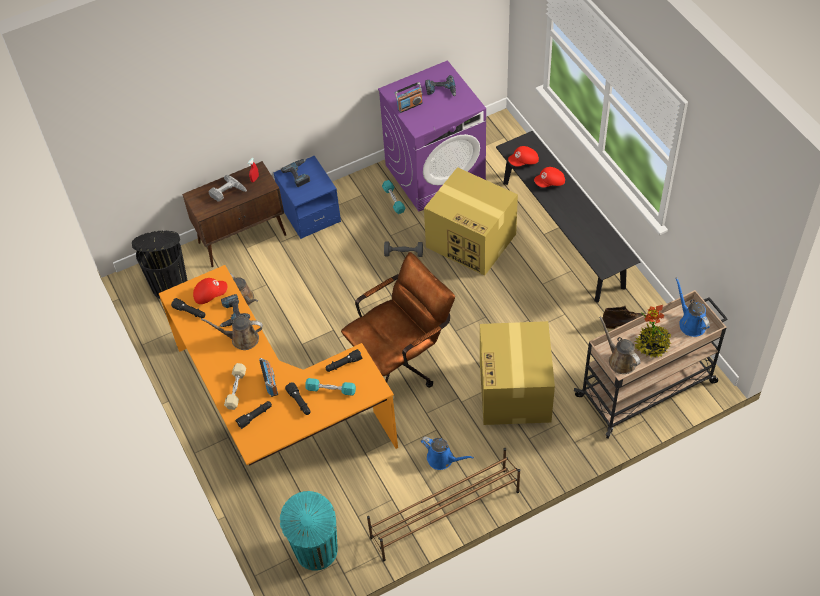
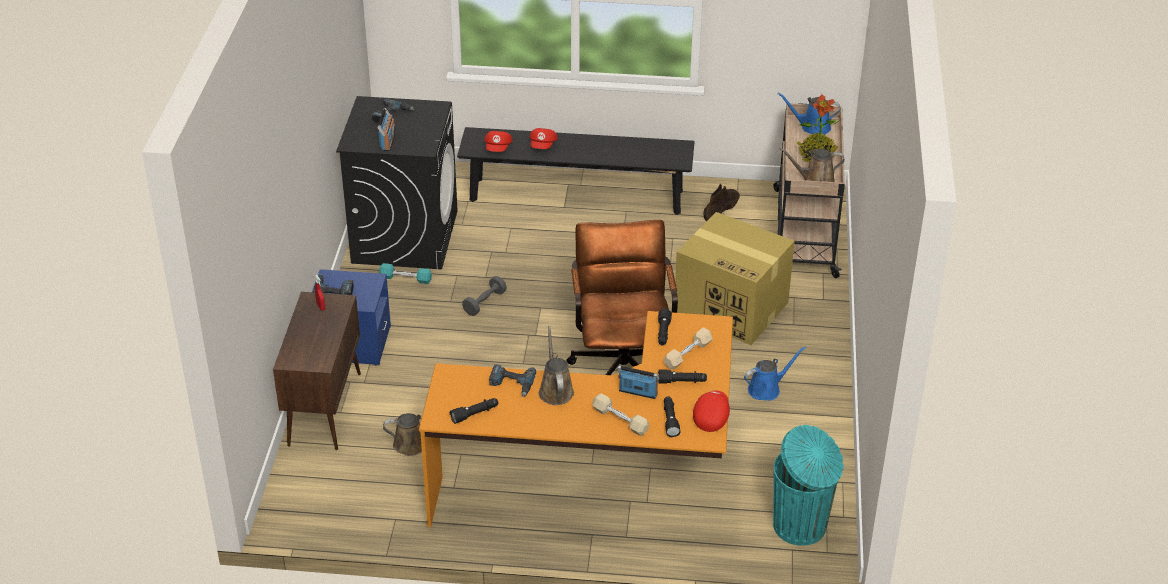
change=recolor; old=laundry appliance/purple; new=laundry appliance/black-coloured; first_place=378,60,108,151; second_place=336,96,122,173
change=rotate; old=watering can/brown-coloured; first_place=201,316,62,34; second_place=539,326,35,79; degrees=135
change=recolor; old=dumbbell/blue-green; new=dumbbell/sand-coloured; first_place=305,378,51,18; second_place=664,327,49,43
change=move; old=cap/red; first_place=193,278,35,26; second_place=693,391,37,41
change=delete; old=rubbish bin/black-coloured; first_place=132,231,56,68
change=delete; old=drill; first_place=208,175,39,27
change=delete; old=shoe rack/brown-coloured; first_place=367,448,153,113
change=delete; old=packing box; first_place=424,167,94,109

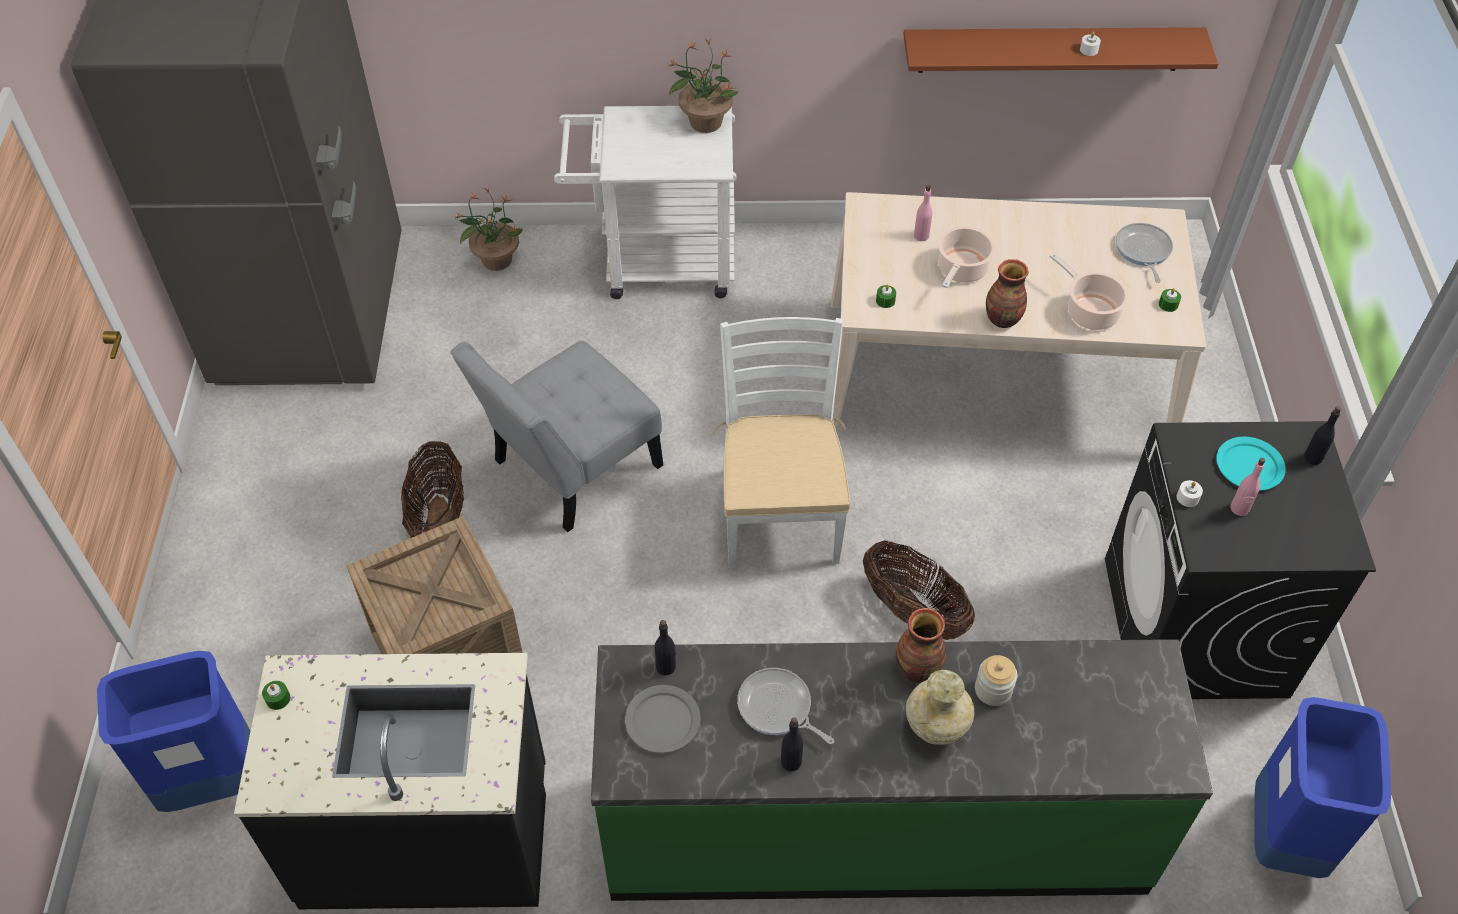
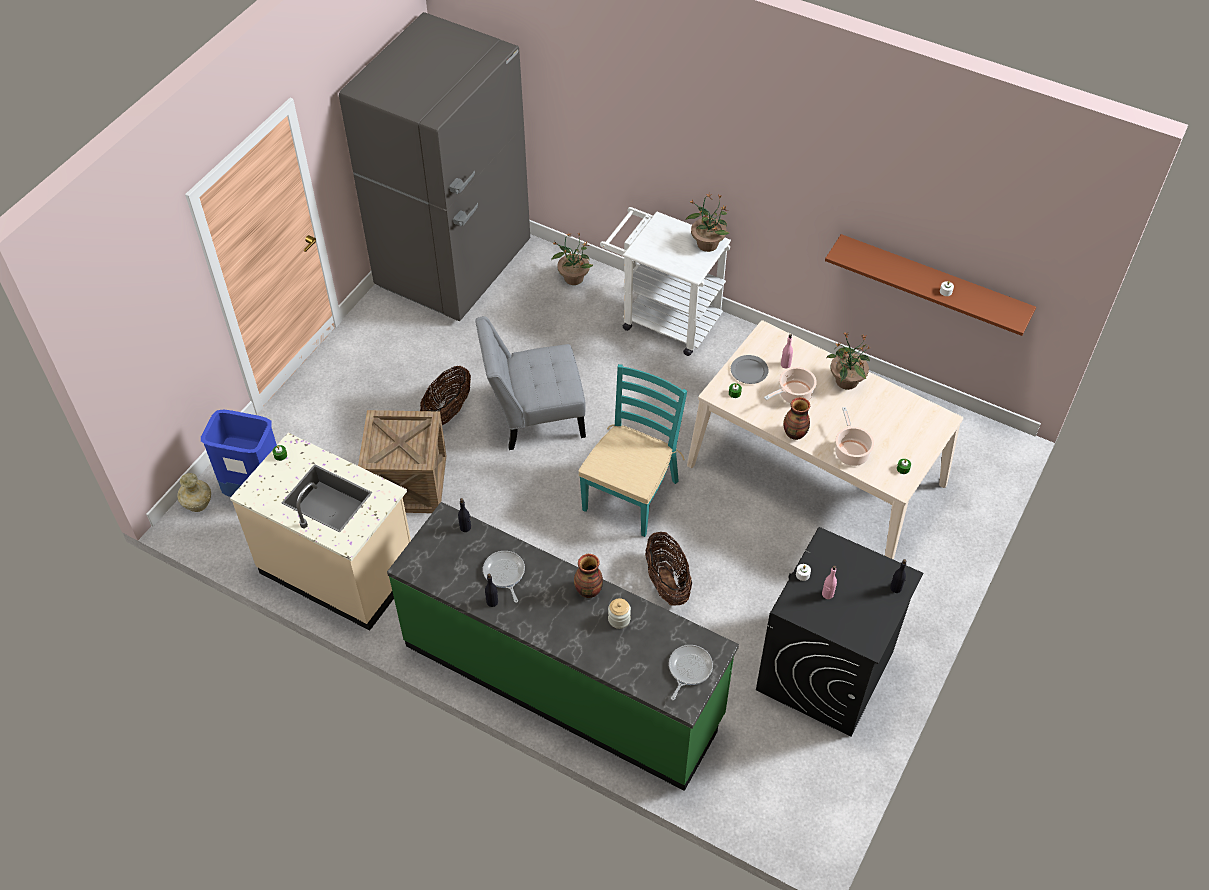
change=move; old=decorative vase/sand-coloured; first_place=906,670,68,75; second_place=177,473,34,39
change=recolor; old=kitchen base unit/black-coloured; new=kitchen base unit/sand-coloured; first_place=234,653,312,256; second_place=230,433,181,198
change=recolor; old=plain chair/whitish; new=plain chair/blue-green; first_place=711,317,140,251; second_place=578,364,109,173
change=move; old=skillet; first_place=1116,223,57,60; second_place=669,645,44,55
change=move; old=dinner plate/greyish; first_place=625,685,76,68; second_place=731,355,38,29
change=insert; new=potted plant; second_place=826,332,45,58
change=delete; old=dinner plate/blue-green; first_place=1216,437,70,54
change=delete; old=rubbish bin/blue; first_place=1254,697,137,181

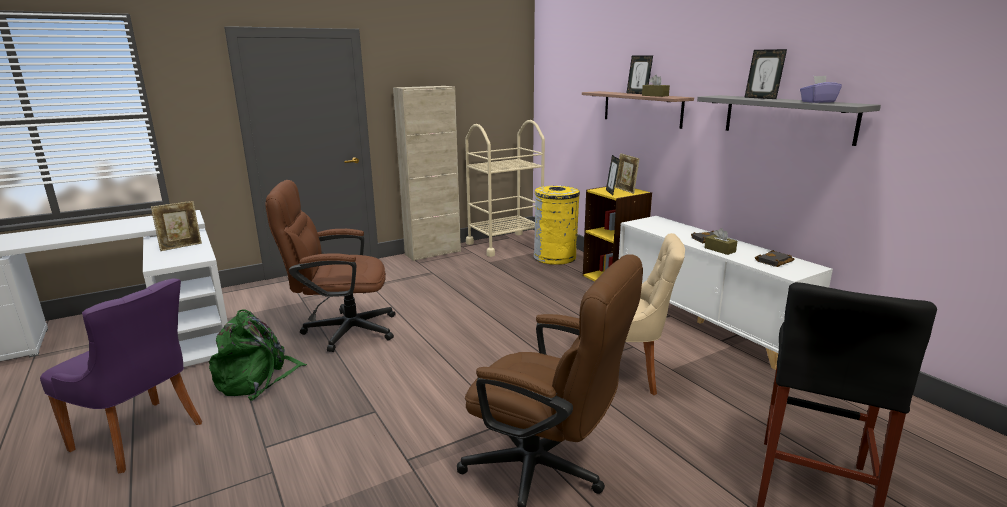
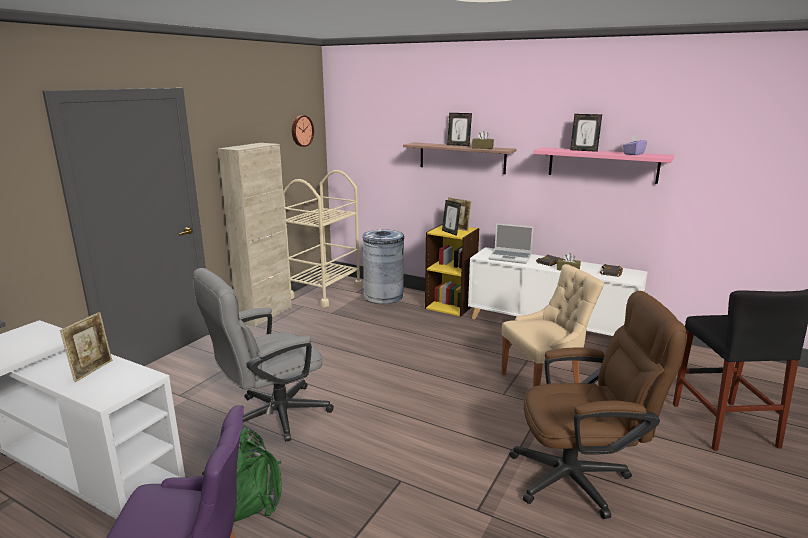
change=recolor; old=desk chair/brown-coloured; new=desk chair/greyish; first_place=265,180,131,172; second_place=192,268,142,174
change=insert; new=clock on the wall; second_place=292,115,22,32
change=recolor; old=rubbish bin/yellowish; new=rubbish bin/greyish; first_place=534,185,46,80; second_place=362,230,42,74
change=insert; new=portable computer; second_place=489,223,45,41
change=recolor; old=bracket shelf/greyish; new=bracket shelf/pink-coloured; first_place=697,95,184,51; second_place=533,147,141,37

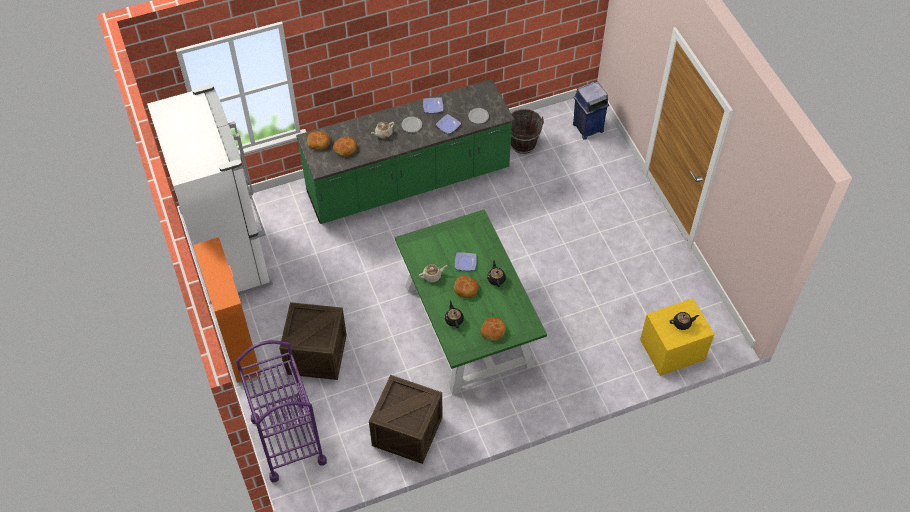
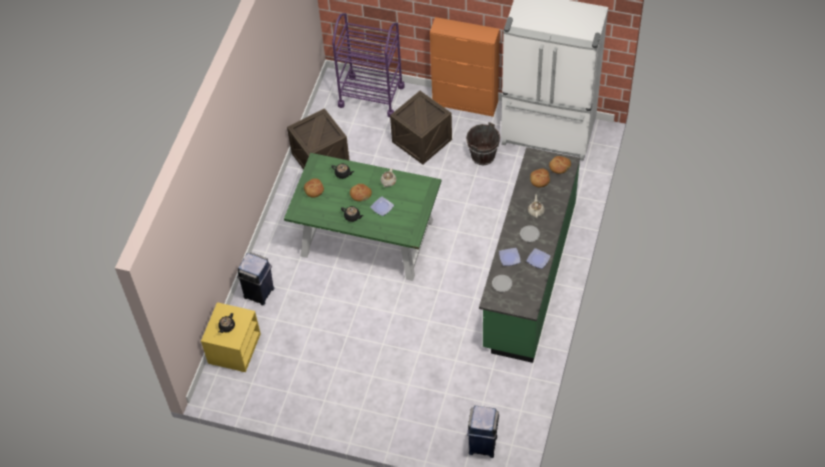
change=insert; new=rubbish bin/blue; second_place=237,252,37,53
change=move; old=water bucket/brown-coloured; first_place=511,109,33,45; second_place=466,122,34,43

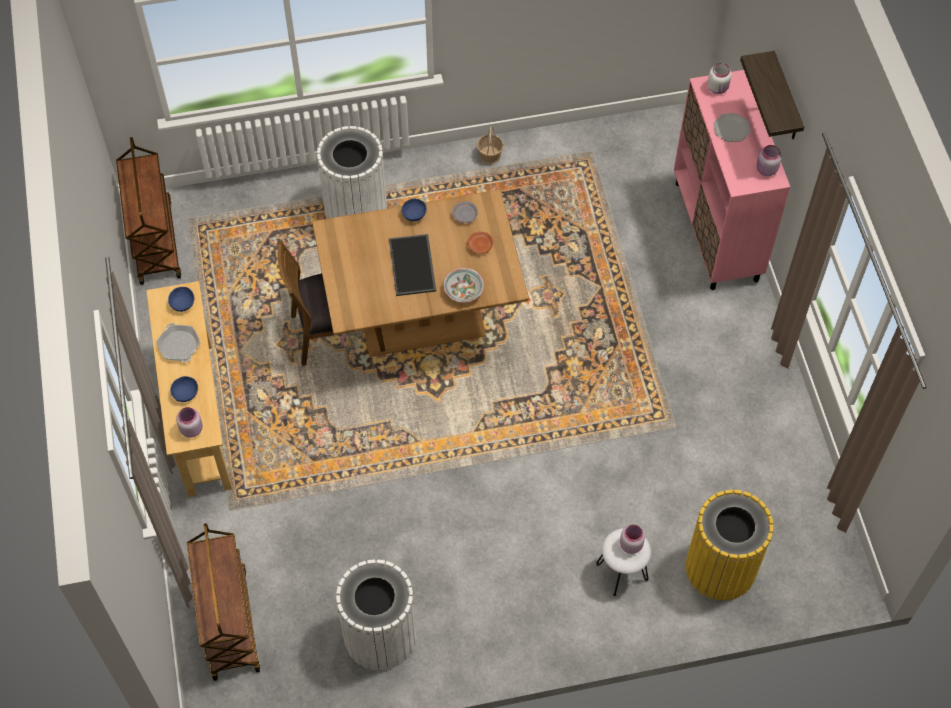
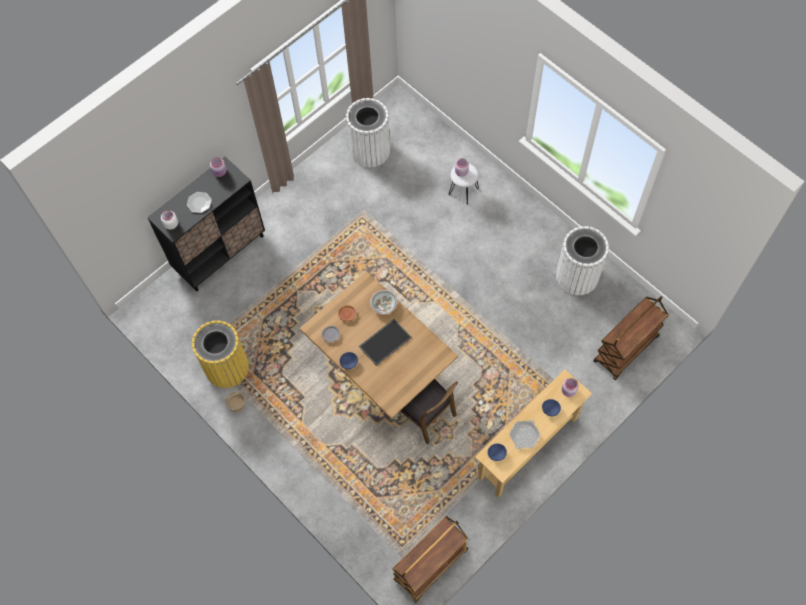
change=recolor; old=cabinet/pink-coloured; new=cabinet/black-coloured; first_place=674,70,116,220; second_place=147,157,118,134
change=move; old=rubbish bin/yellowish; first_place=686,489,88,112; second_place=192,320,57,68
change=move; old=rubbish bin/whitish; first_place=317,126,70,93; second_place=346,98,44,70
change=delete; old=bracket shelf; first_place=740,51,64,89

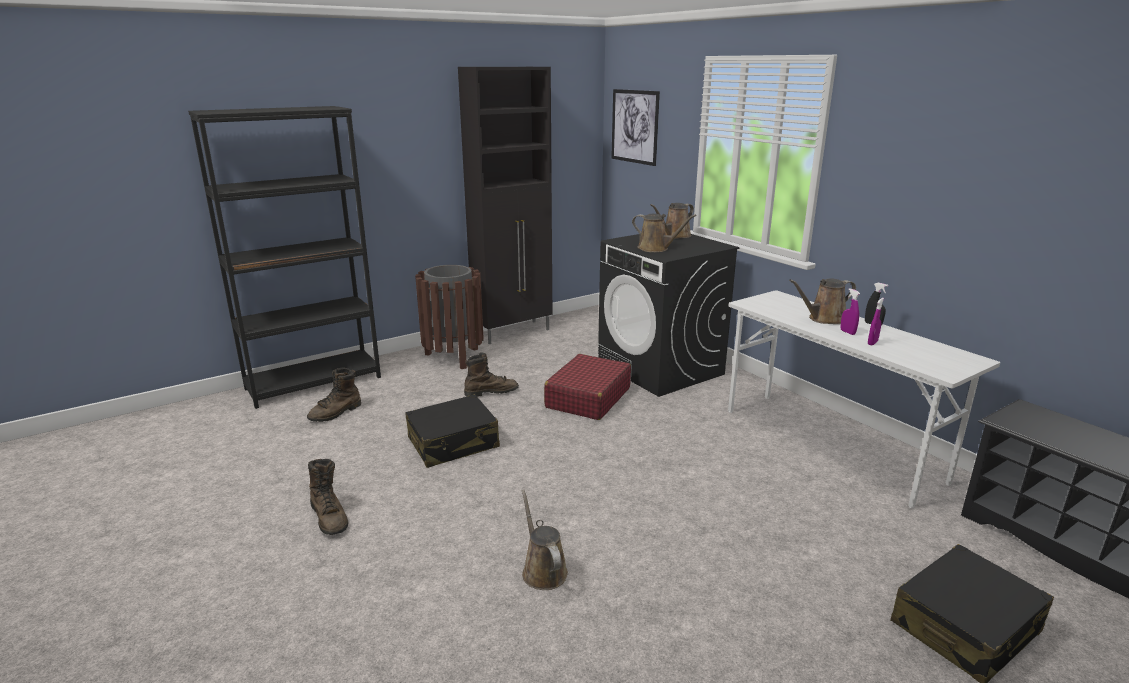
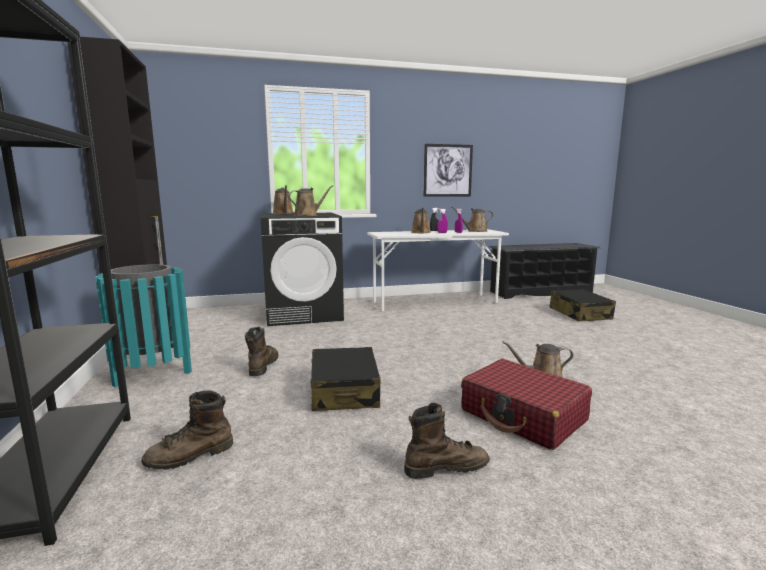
change=recolor; old=rubbish bin/brown-coloured; new=rubbish bin/blue-green; first_place=415,265,69,104; second_place=95,264,97,124
change=rotate; old=tall boot/brown-coloured; first_place=307,368,54,54; second_place=141,390,92,80; degrees=90
change=move; old=wall art; first_place=611,89,49,77; second_place=424,144,49,53
change=insert; new=watering can/brown-coloured; second_place=451,206,42,26
change=move; old=piece of luggage/red; first_place=544,354,87,66; second_place=461,359,131,91

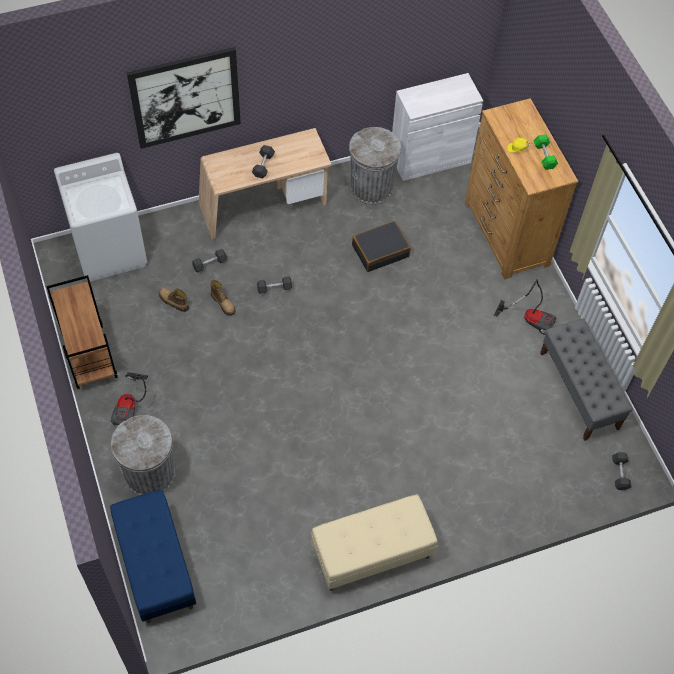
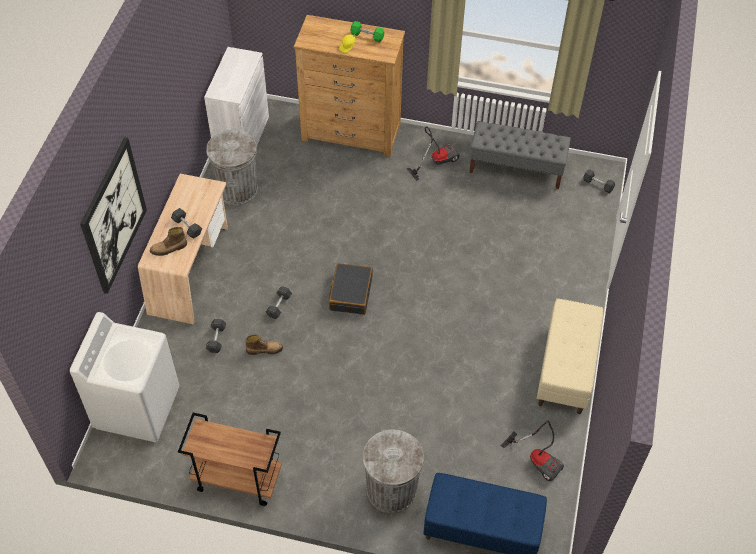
change=move; old=tall boot; first_place=158,288,31,24; second_place=150,227,37,29
change=move; old=piece of luggage/black-coloured; first_place=352,221,59,51; second_place=329,263,44,52
change=move; old=vacuum; first_place=111,372,37,53; second_place=501,420,63,61

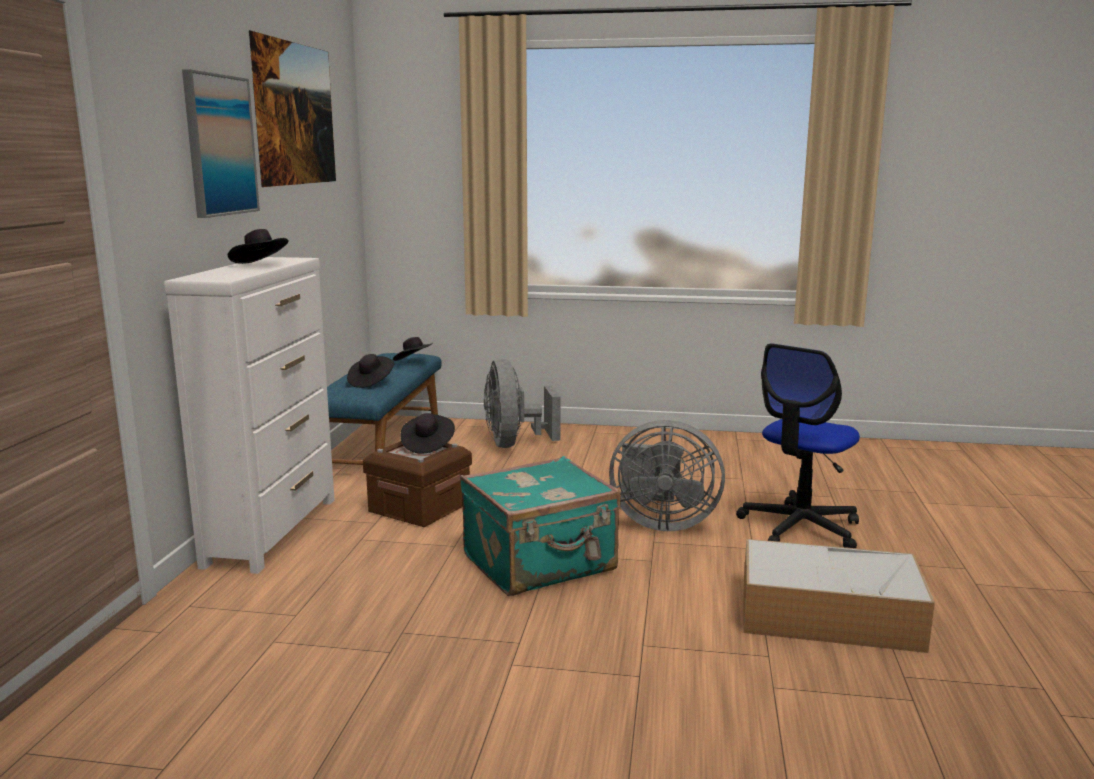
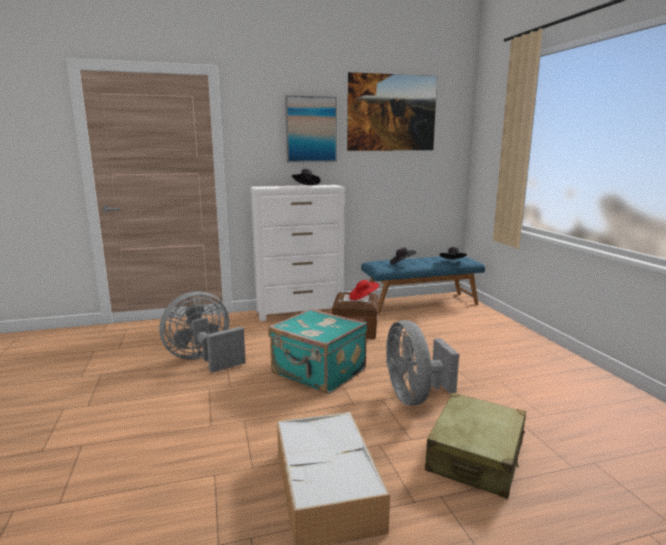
change=move; old=fan/greyish; first_place=484,359,77,89; second_place=159,291,87,82
change=recolor; old=hat/black-coloured; new=hat/red; first_place=401,413,54,41; second_place=349,280,31,20
change=replace; old=desk chair; new=piece of luggage/sand-coloured; first_place=736,343,124,205; second_place=425,393,101,106

